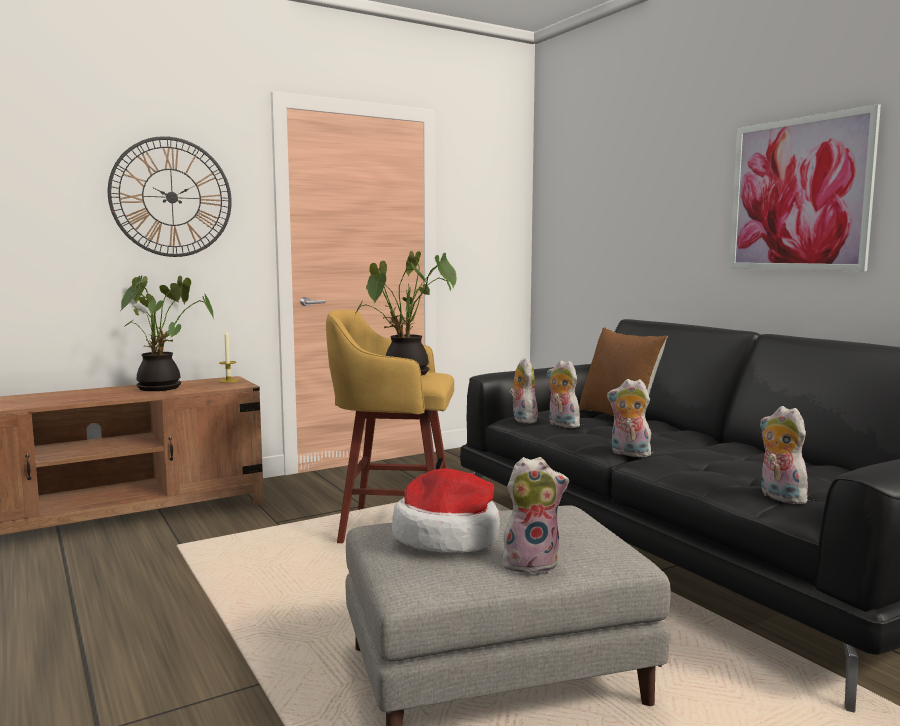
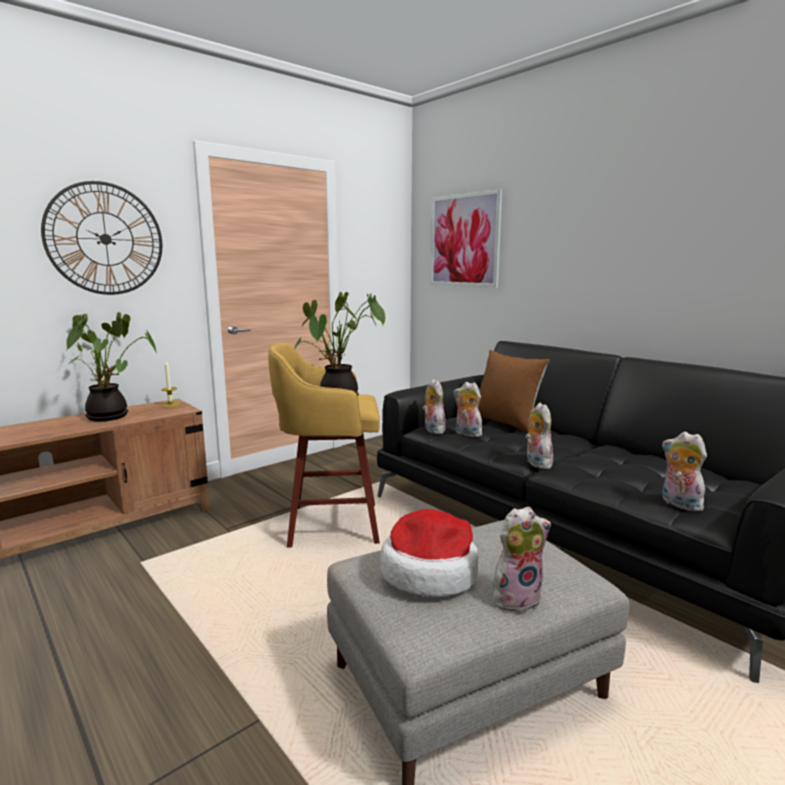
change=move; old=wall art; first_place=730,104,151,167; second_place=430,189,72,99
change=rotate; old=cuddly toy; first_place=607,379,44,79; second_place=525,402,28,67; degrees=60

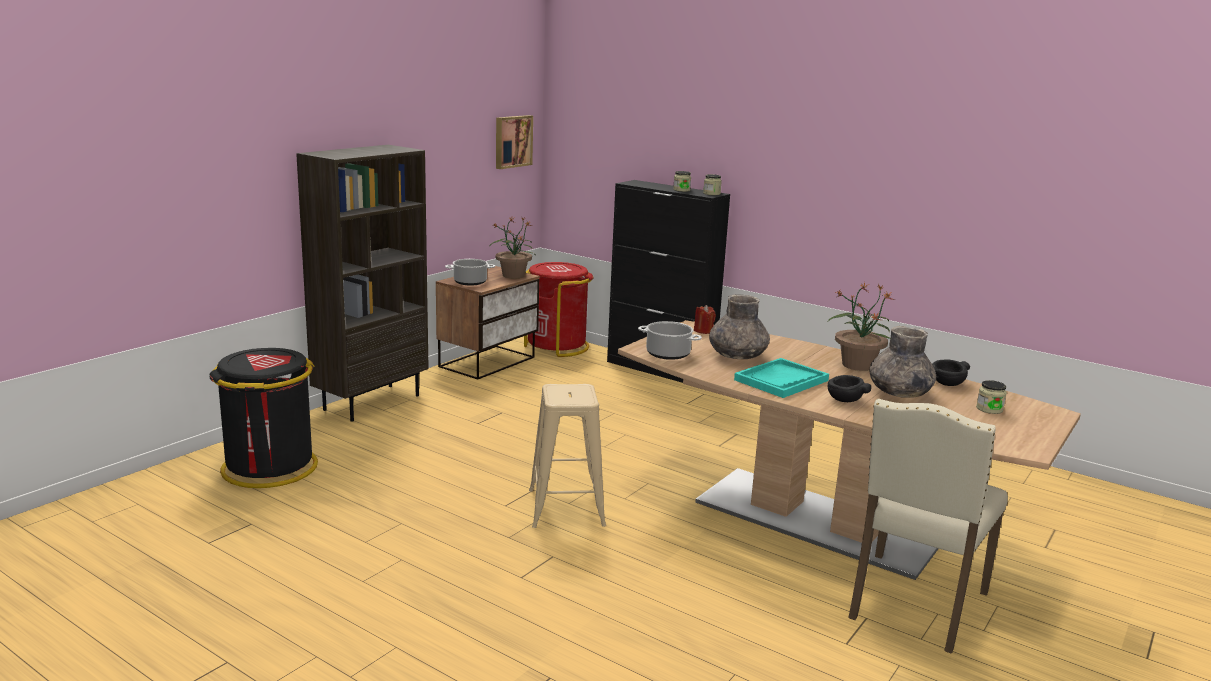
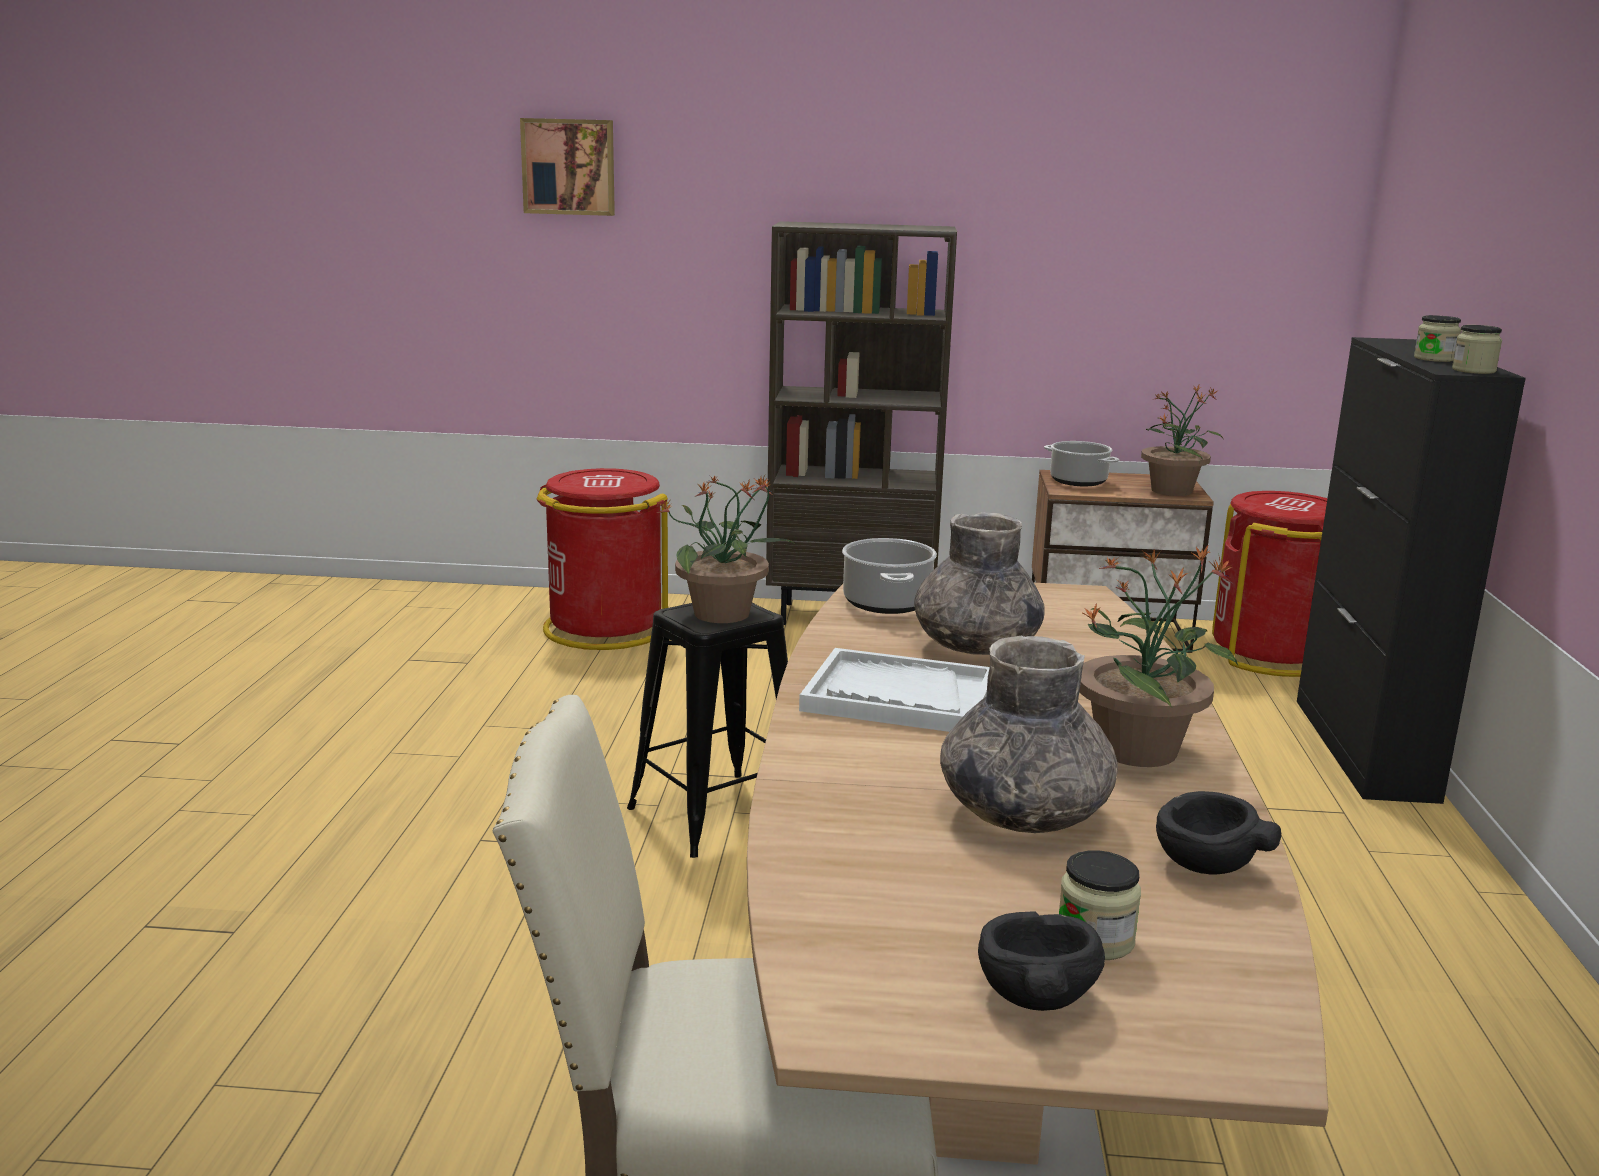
change=move; old=wall art; first_place=496,115,37,54; second_place=520,118,95,98
change=recolor; old=rubbish bin/black-coloured; new=rubbish bin/red; first_place=209,348,109,140; second_place=536,468,132,182
change=recolor; old=stool/sand-coloured; new=stool/black-coloured; first_place=529,384,77,144; second_place=627,603,161,255
change=insert; new=potted plant; second_place=657,475,139,148
change=recolor; old=tray/blue-green; new=tray/whitish; first_place=734,358,95,40; second_place=799,648,191,84
change=move; old=serving bowl/black-coloured; first_place=827,375,45,27; second_place=978,911,127,100
change=delete; old=wax light/red; first_place=694,305,22,29

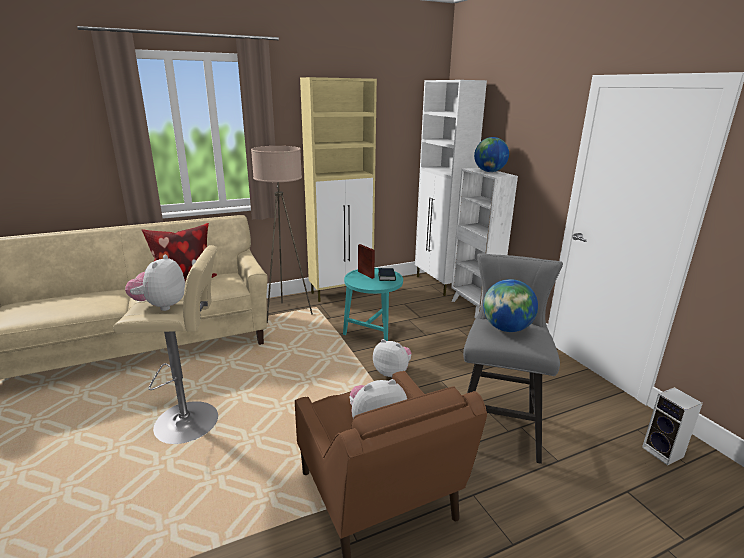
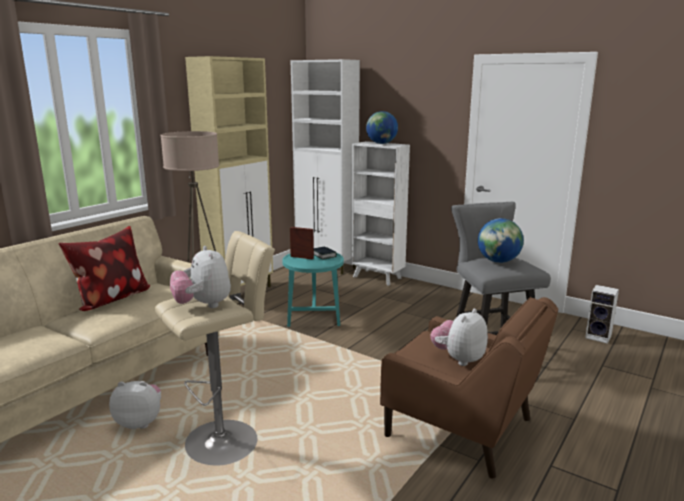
change=move; old=cuddly toy; first_place=373,339,39,39; second_place=109,381,52,48

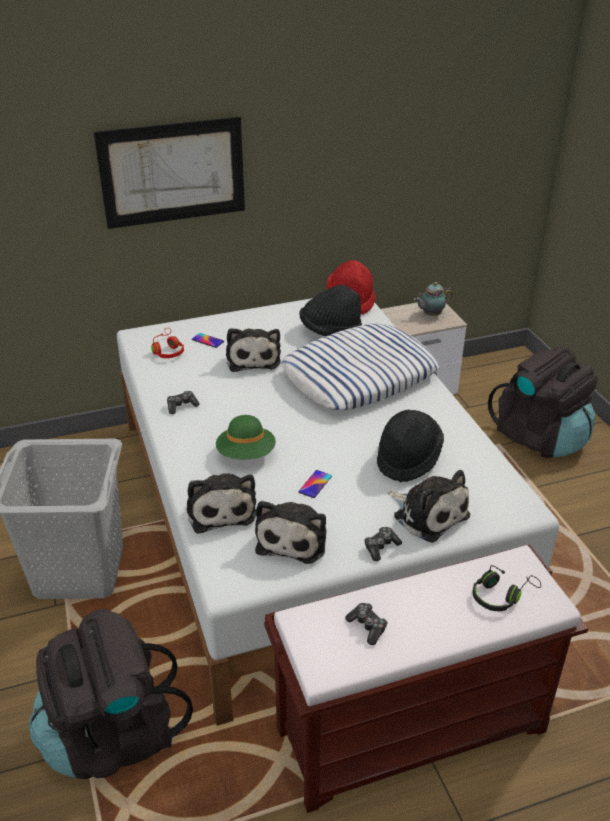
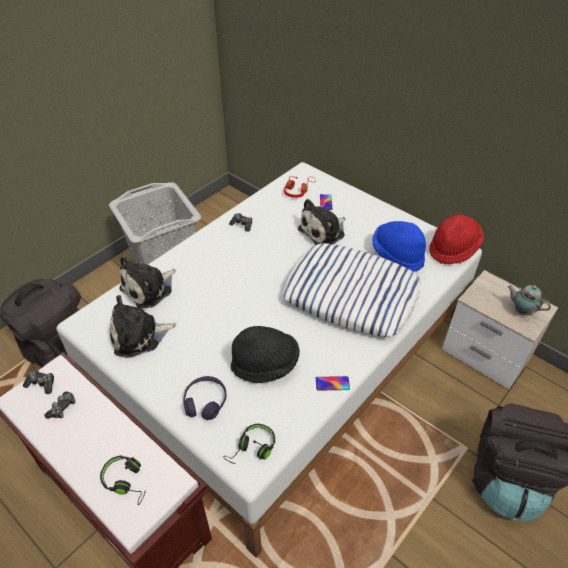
change=move; old=joypad; first_place=364,527,38,34; second_place=23,369,31,25
change=replace; old=cuddly toy; new=headset/purple; first_place=388,470,82,73; second_place=183,376,43,44
change=insert; new=headset/black-coloured; second_place=223,424,52,40
change=move; old=handset; first_place=299,470,33,28; second_place=316,376,34,15
change=recolor; old=hat/black-coloured; new=hat/blue; first_place=300,284,62,52; second_place=372,221,54,51
change=delete; old=wall art; first_place=94,117,151,112
change=delete; old=hat/greenish; first_place=216,415,60,44

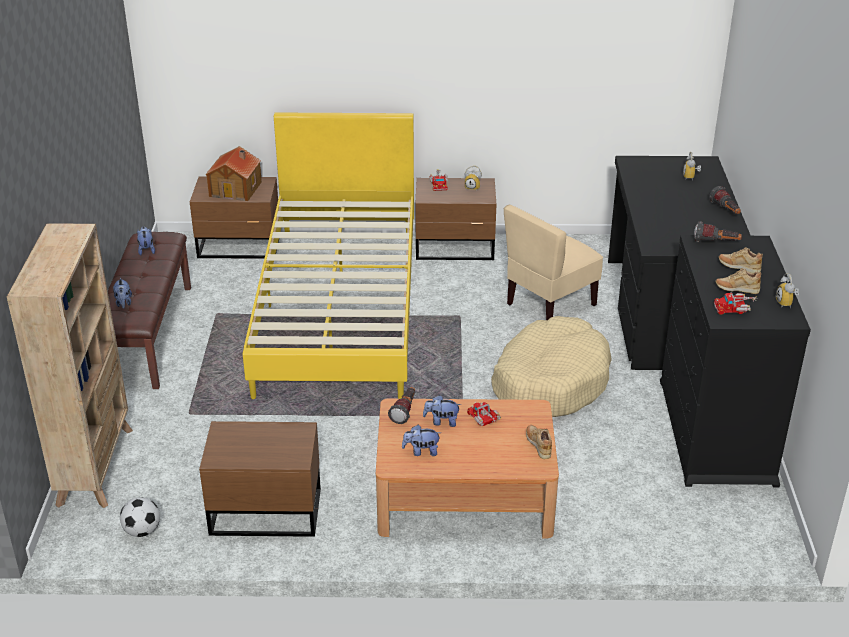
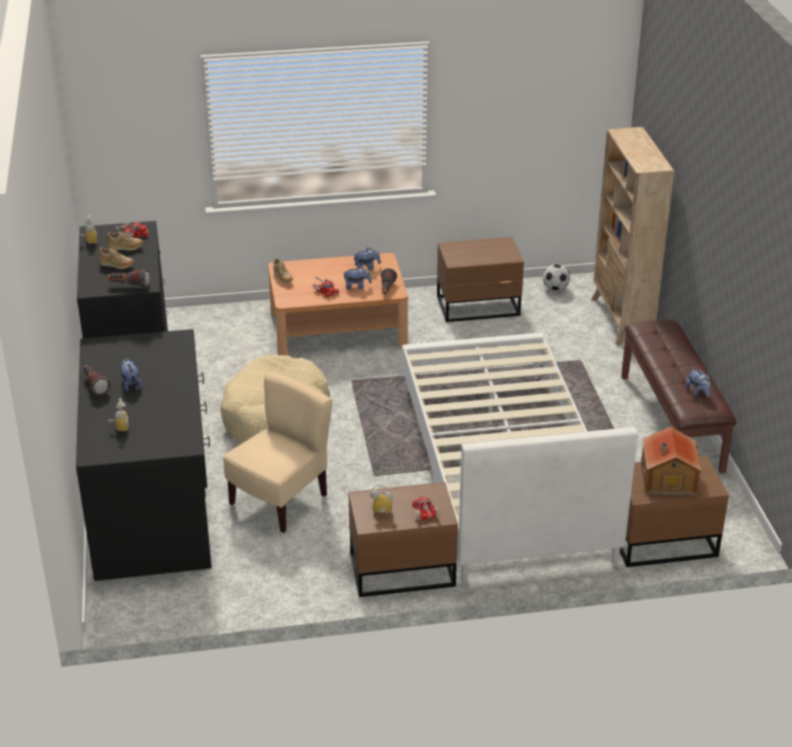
change=move; old=cuddly toy; first_place=113,277,19,32; second_place=121,359,22,33
change=recolor; old=bedroom bed/yellowish; new=bedroom bed/whitish; first_place=243,113,171,286; second_place=402,333,236,250

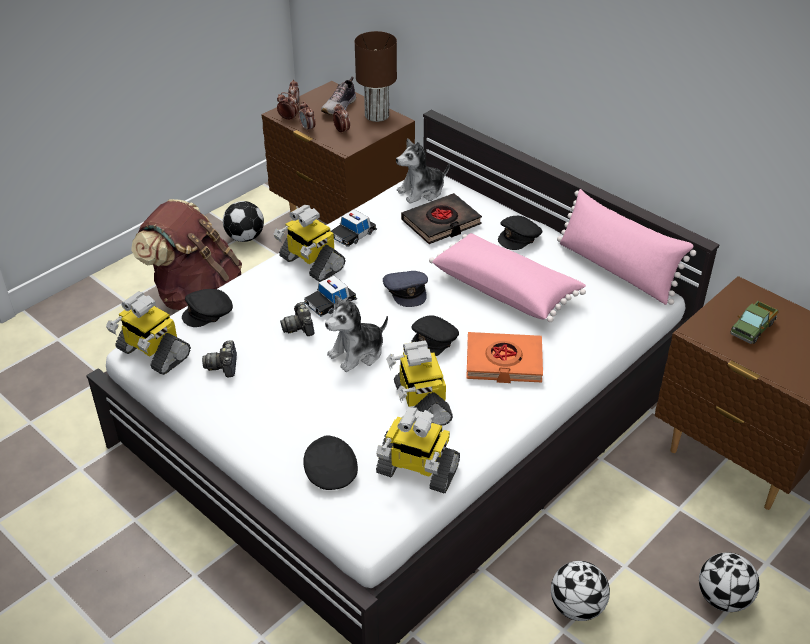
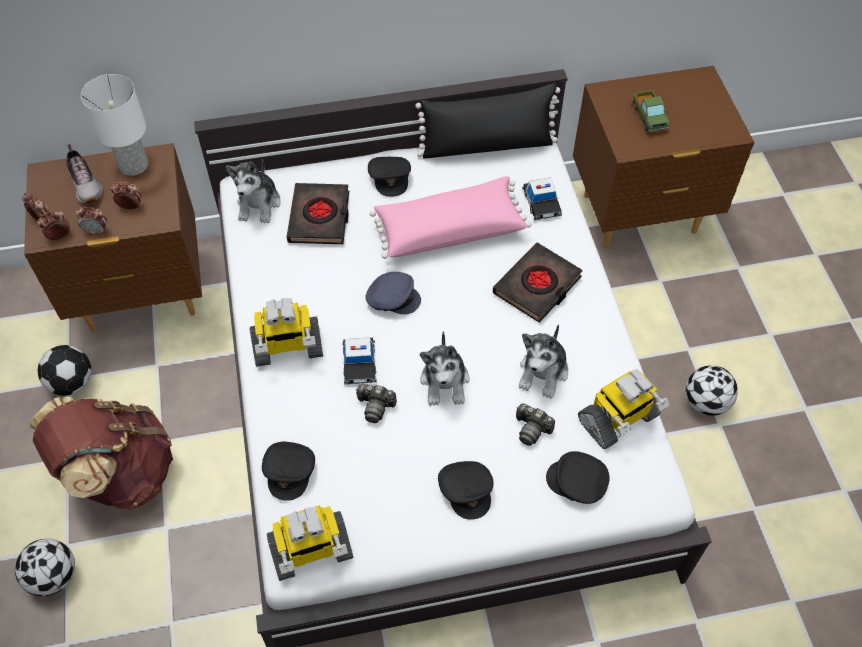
change=move; old=football ball; first_place=699,552,60,60; second_place=15,538,60,58
change=recolor; old=lamp for a table/brown-coloured; new=lamp for a table/whitish; first_place=355,31,42,91; second_place=81,74,67,102
change=recolor; old=pillow/pink-coloured; new=pillow/black-coloured; first_place=557,189,139,116; second_place=415,83,145,76
change=move; old=cap/black-coloured; first_place=411,315,48,41; second_place=438,461,55,59
change=recolor; old=volume/orange; new=volume/black-coloured; first_place=466,332,77,51; second_place=493,243,90,80
change=move; old=still camera; first_place=202,340,35,37; second_place=516,403,39,43
change=replace; old=toy robot; new=cuddly toy; first_place=386,341,67,85; second_place=519,324,49,75
change=move; old=toy car; first_place=331,209,46,38; second_place=522,177,40,43

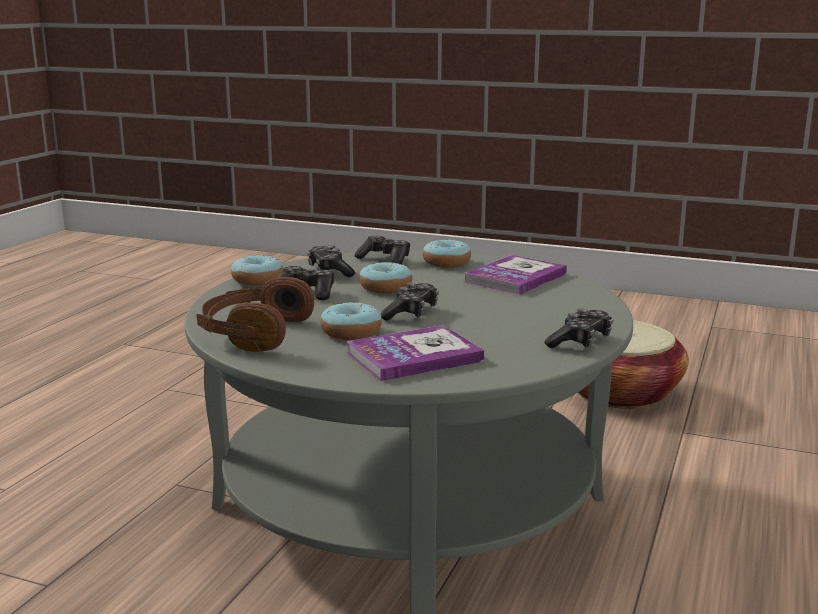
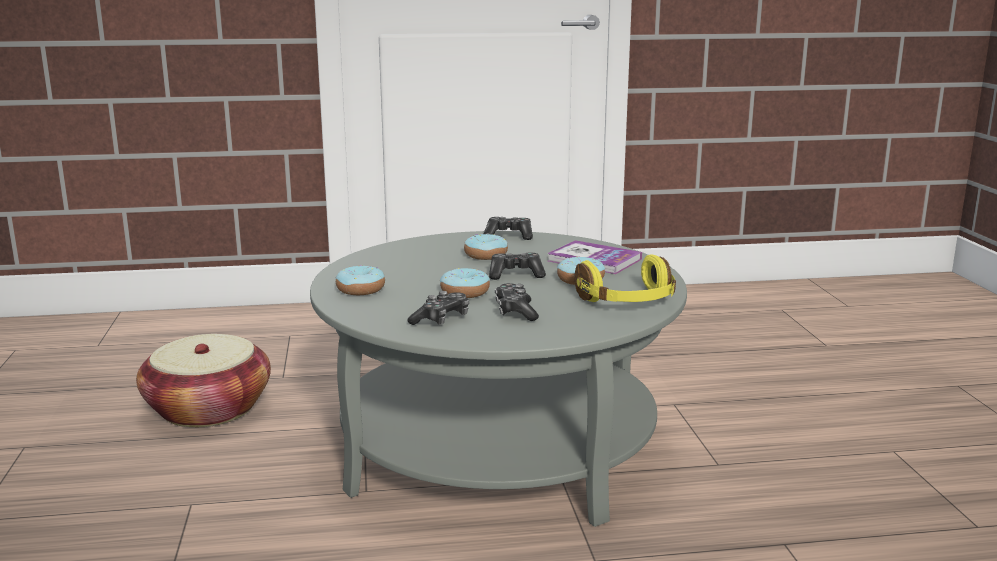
change=move; old=donut; first_place=231,255,52,31; second_place=464,233,44,27
change=recolor; old=headset/brown-coloured; new=headset/yellowish; first_place=196,277,118,75; second_place=575,254,101,48
change=delete; old=joypad; first_place=355,236,55,28
change=delete; old=volume; first_place=464,255,103,40

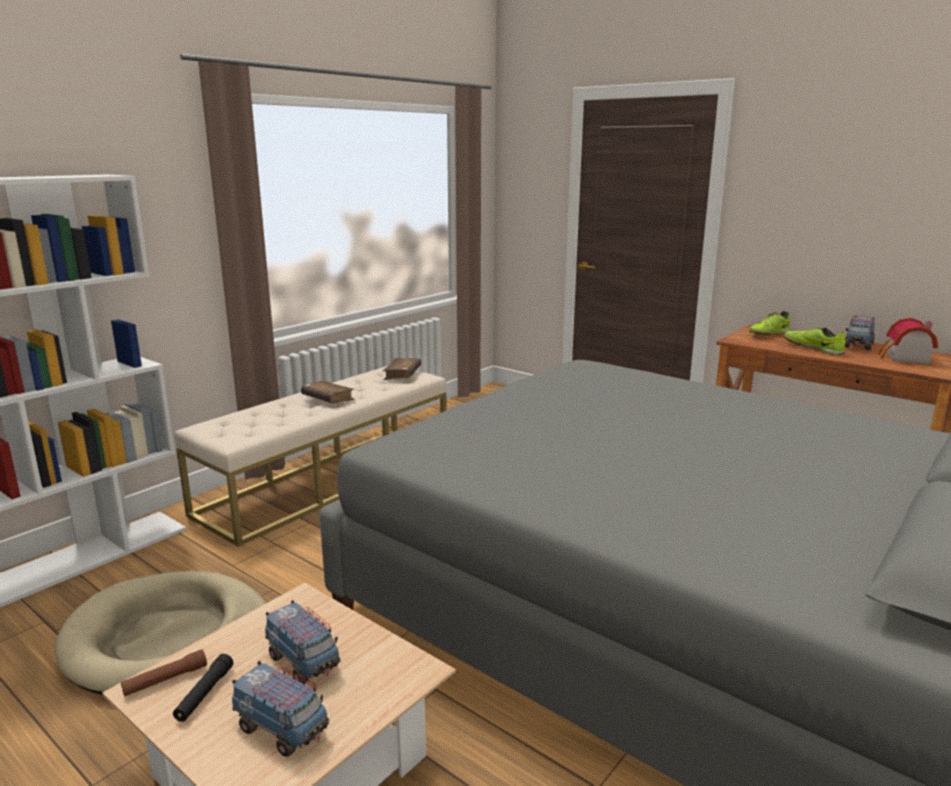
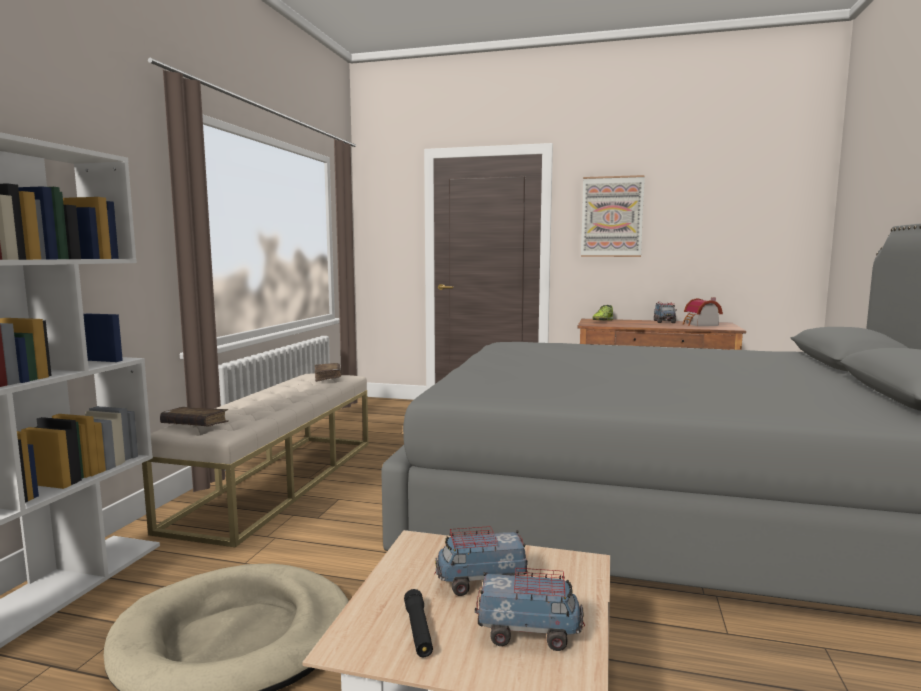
change=move; old=volume/brown-coloured; first_place=301,381,53,22; second_place=160,407,69,19
change=rotate; old=toy lorry; first_place=265,600,76,83; second_place=434,526,94,70; degrees=150
change=insert; new=wall art; second_place=581,175,64,82
change=delete; old=hand torch/brown-coloured; first_place=121,649,86,47
change=delete; old=low shoe; first_place=784,328,62,27

